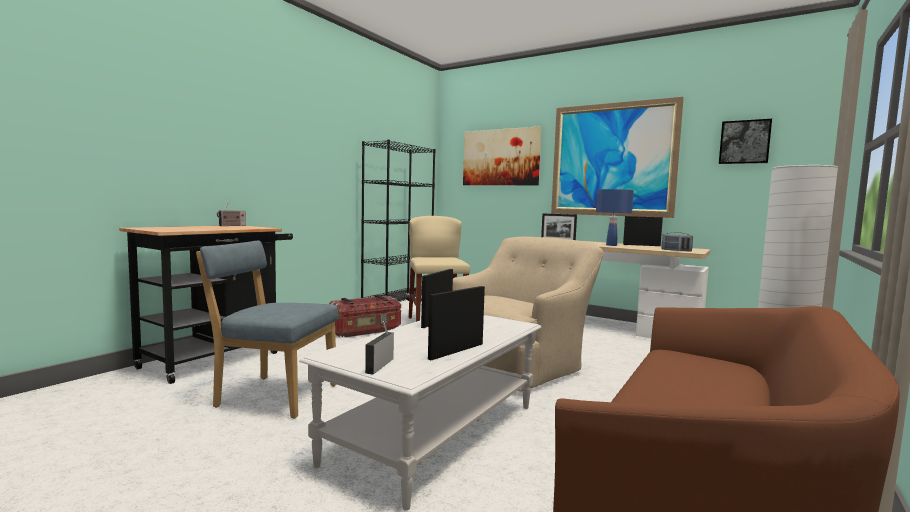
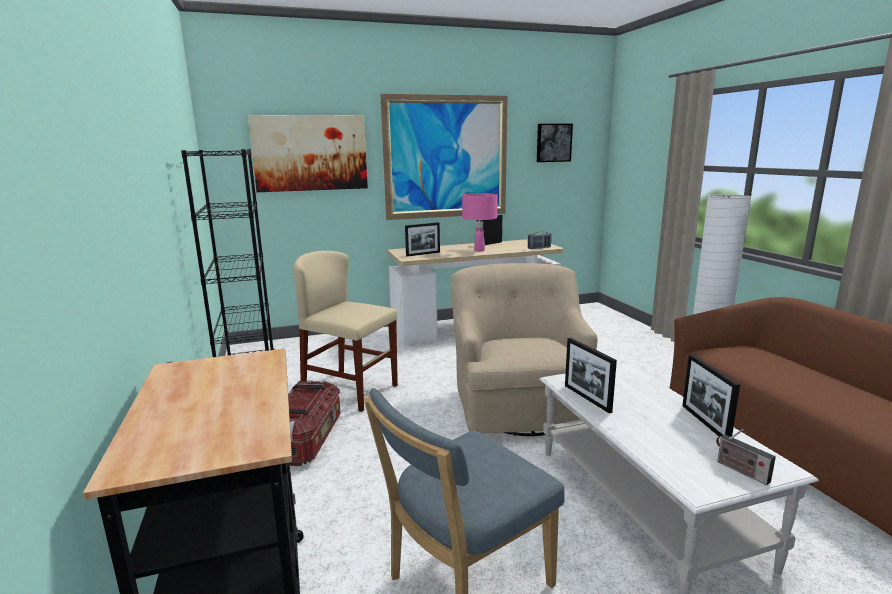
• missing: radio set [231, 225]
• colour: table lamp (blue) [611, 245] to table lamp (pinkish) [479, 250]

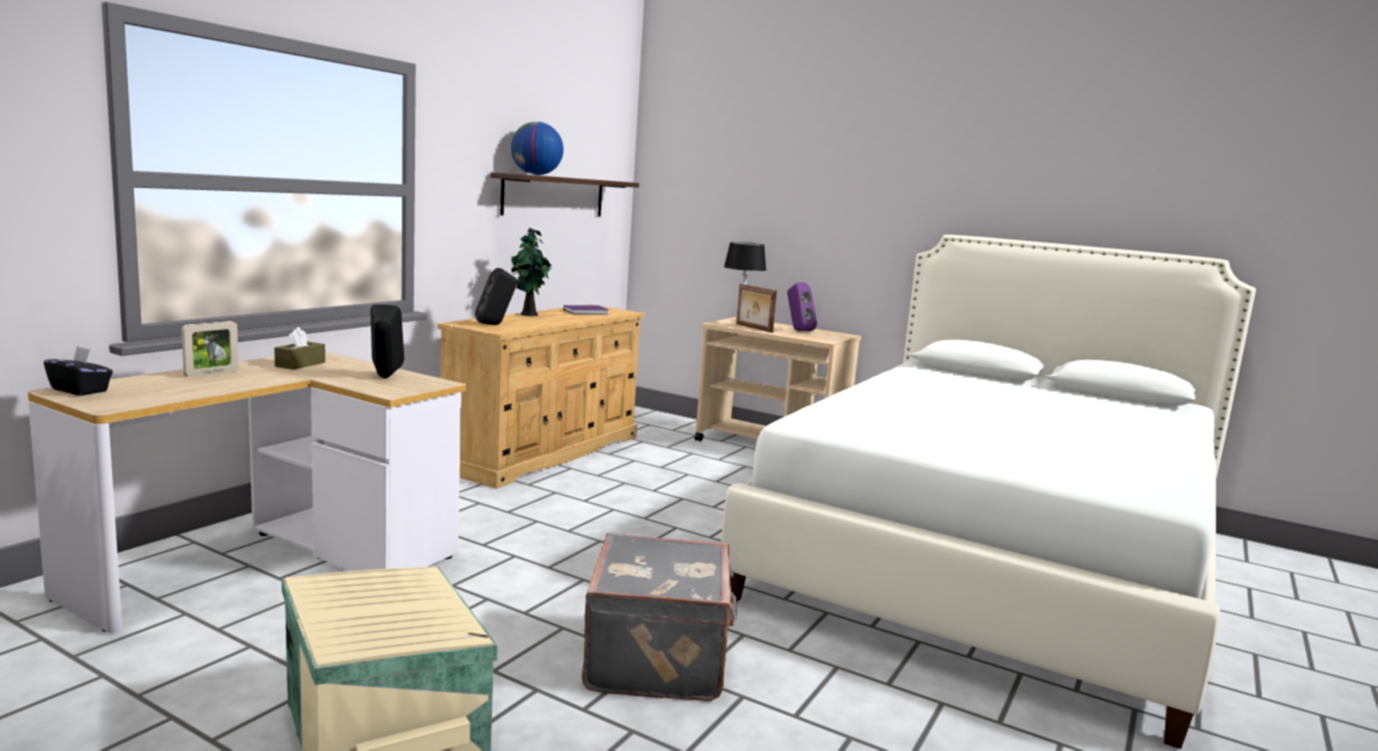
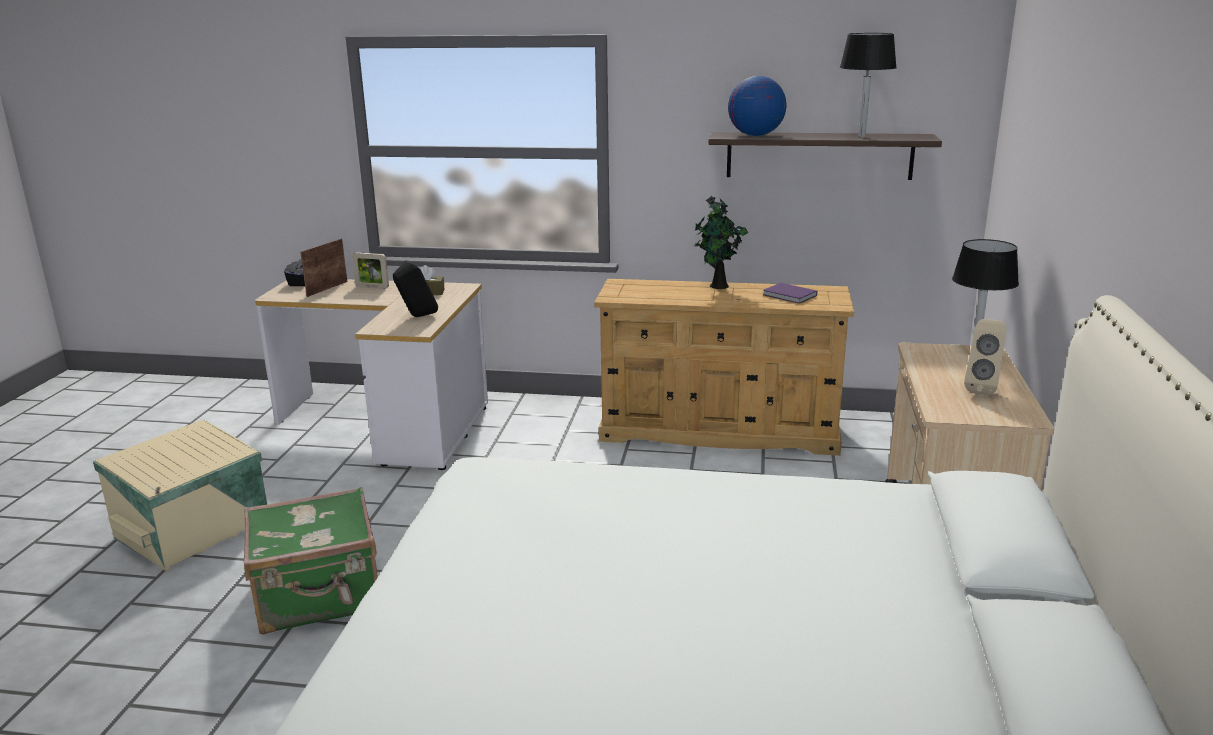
• missing: audio speaker (black) [495, 324]
• colour: suitcase (gray) [660, 659] to suitcase (greenish) [319, 596]
• relocated: picture frame [753, 328] to [326, 288]
• colour: audio speaker (purplish) [798, 330] to audio speaker (sand-coloured) [982, 389]
• appeared: table lamp (black) [862, 136]

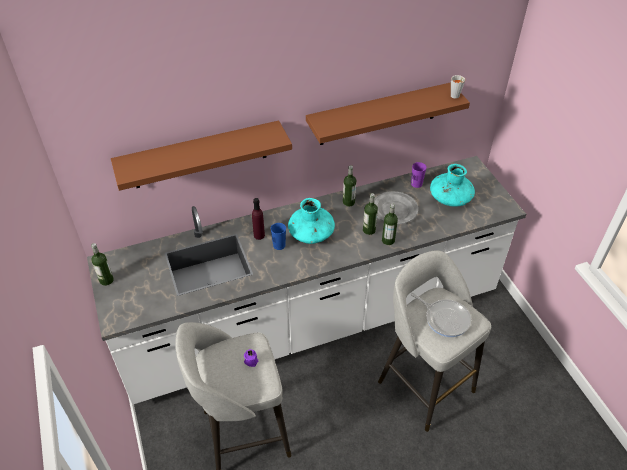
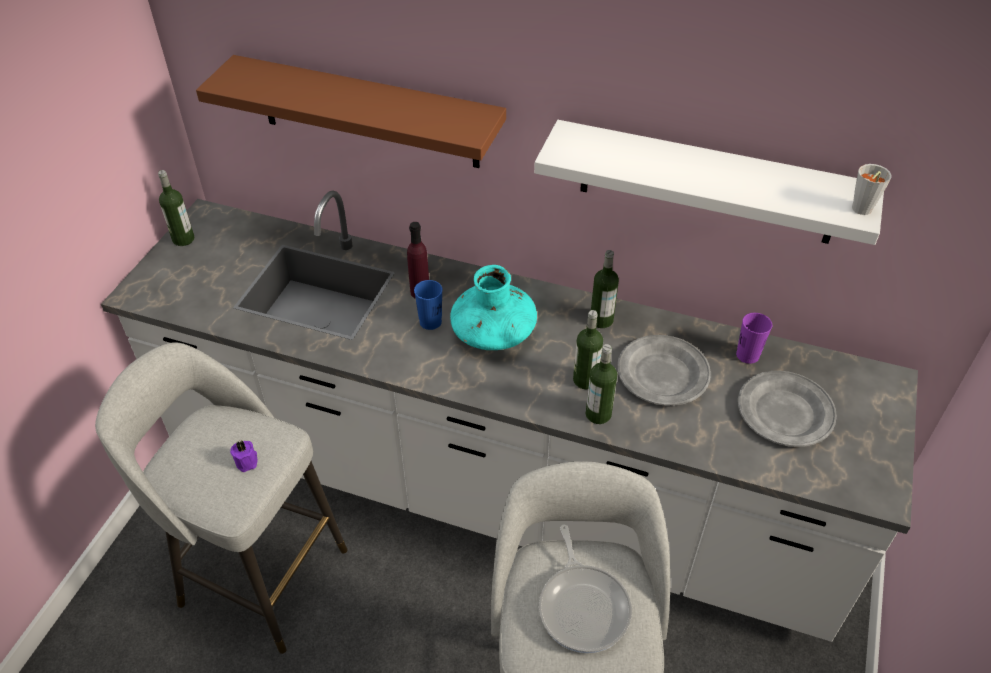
• colour: wall shelf (brown-coloured) [379, 114] to wall shelf (white) [707, 183]
• exchanged: vase (blue-green) [450, 198] to flat dish (gray) [784, 412]

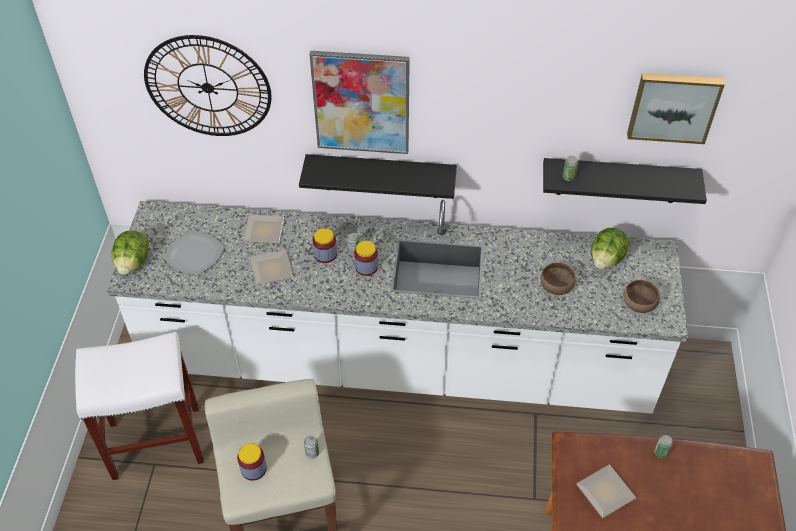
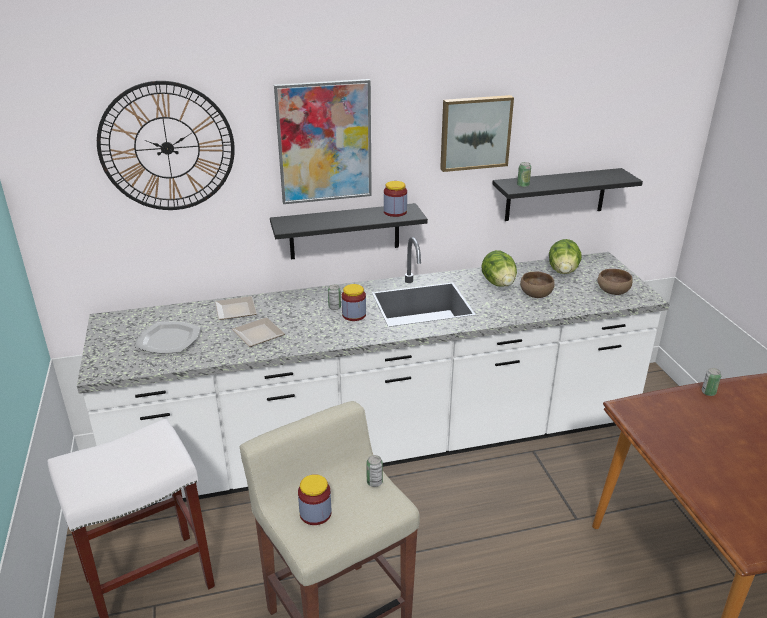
• relocated: lettuce head [133, 263] to [498, 283]
• relocated: storage jar [325, 254] to [395, 212]
• missing: flat dish [605, 494]
• relocated: wall picture [673, 106] to [474, 132]

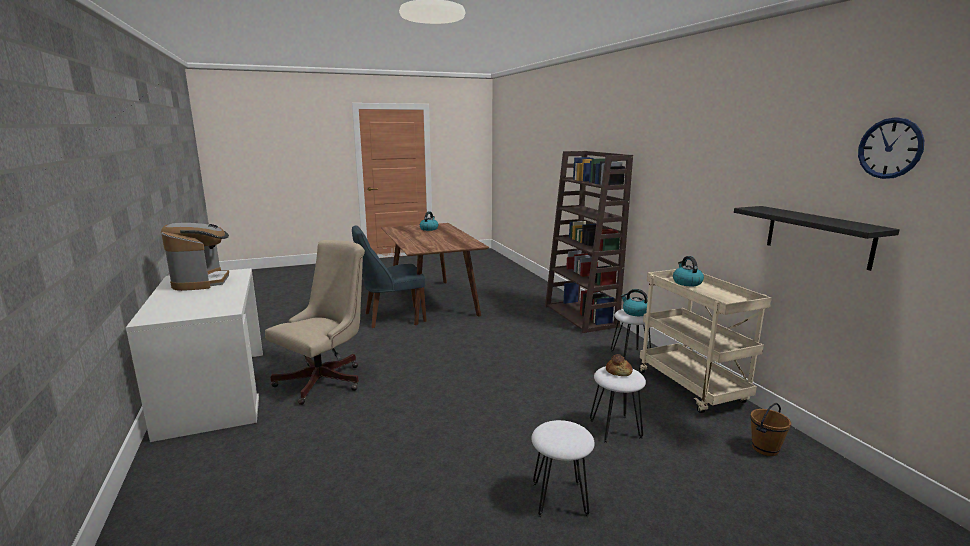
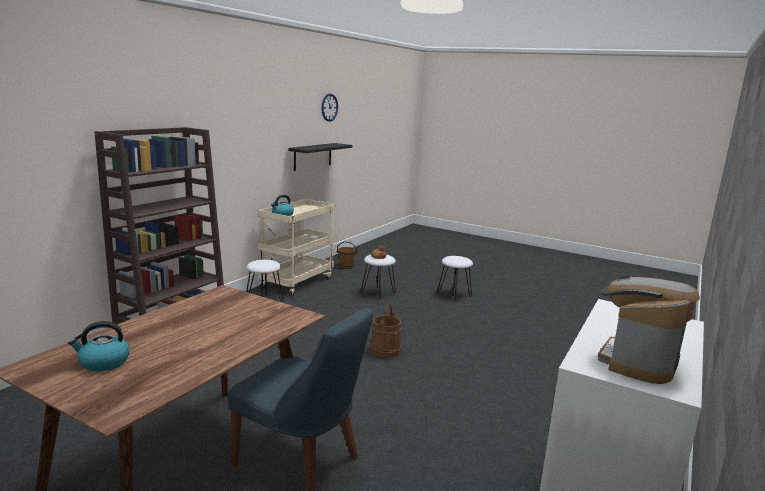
• missing: desk chair (sand-coloured) [326, 380]
• missing: water kettle [635, 312]
• appeared: bucket (brown-coloured) [385, 350]

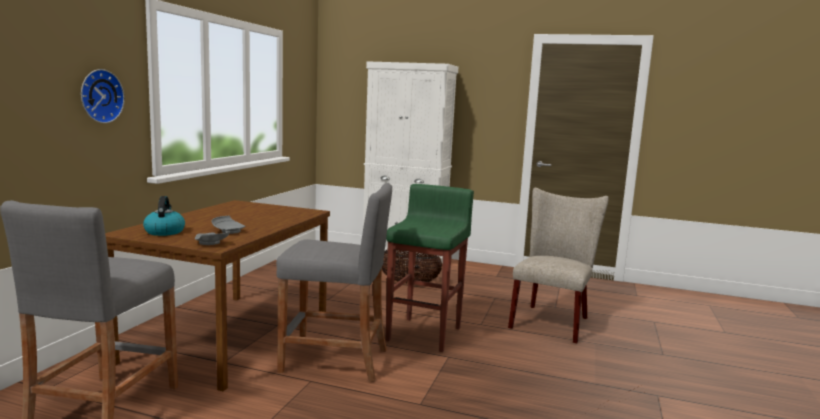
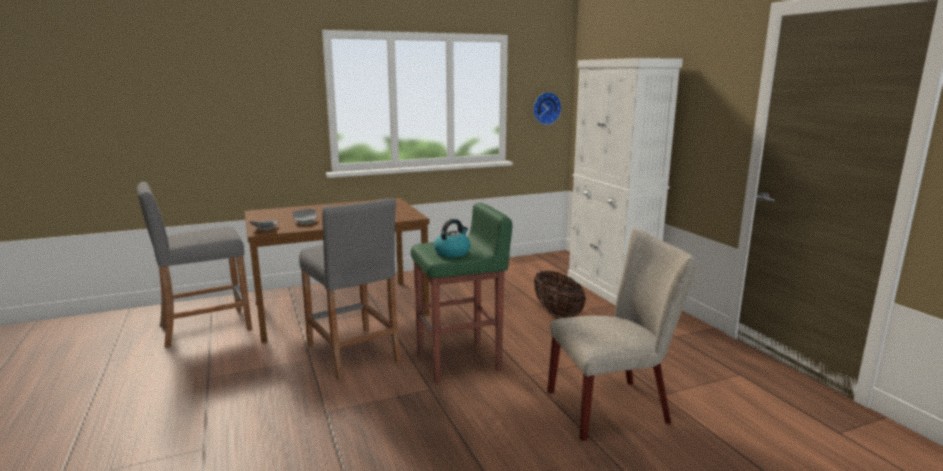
• relocated: hanging clock [99, 96] to [546, 108]
• relocated: water kettle [164, 232] to [452, 252]

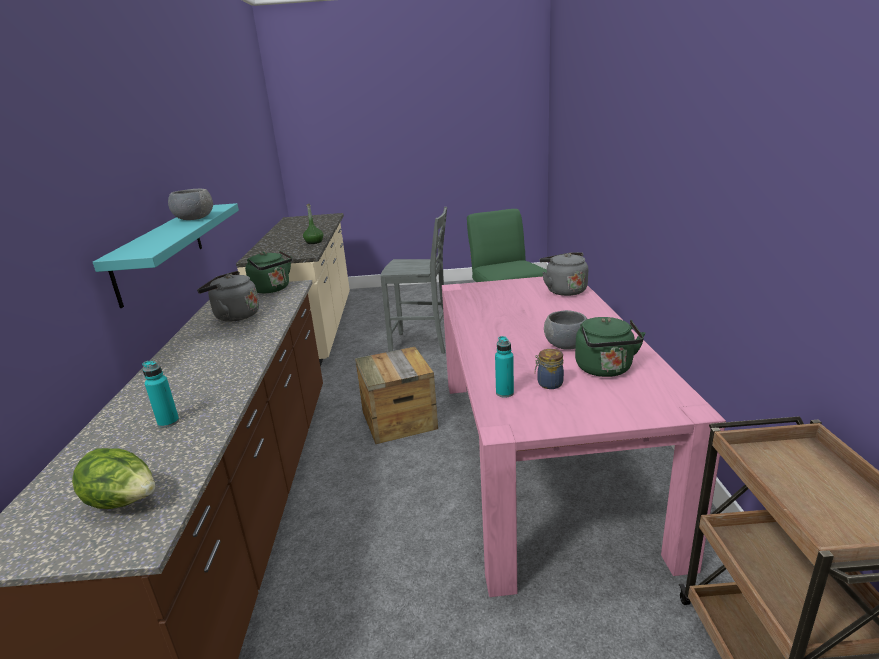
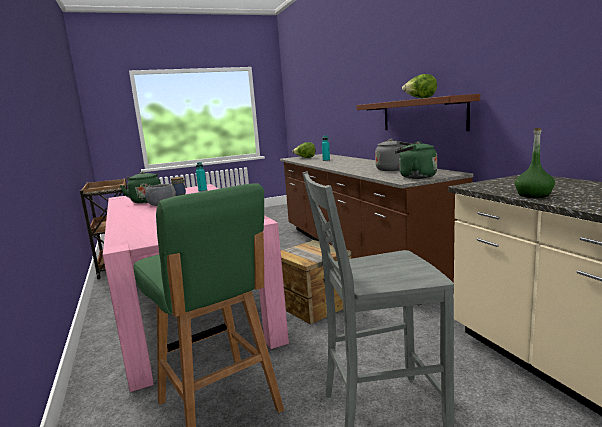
• colour: wall shelf (blue-green) [160, 251] to wall shelf (brown-coloured) [421, 115]
• exchanged: serving bowl (gray) [194, 219] to lettuce head [420, 98]
• missing: water kettle (gray) [564, 290]

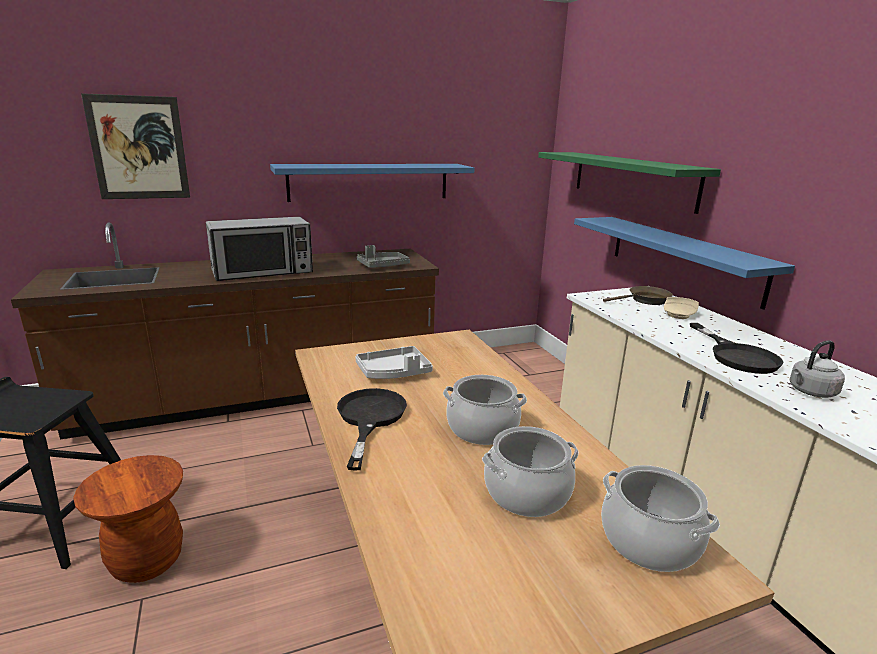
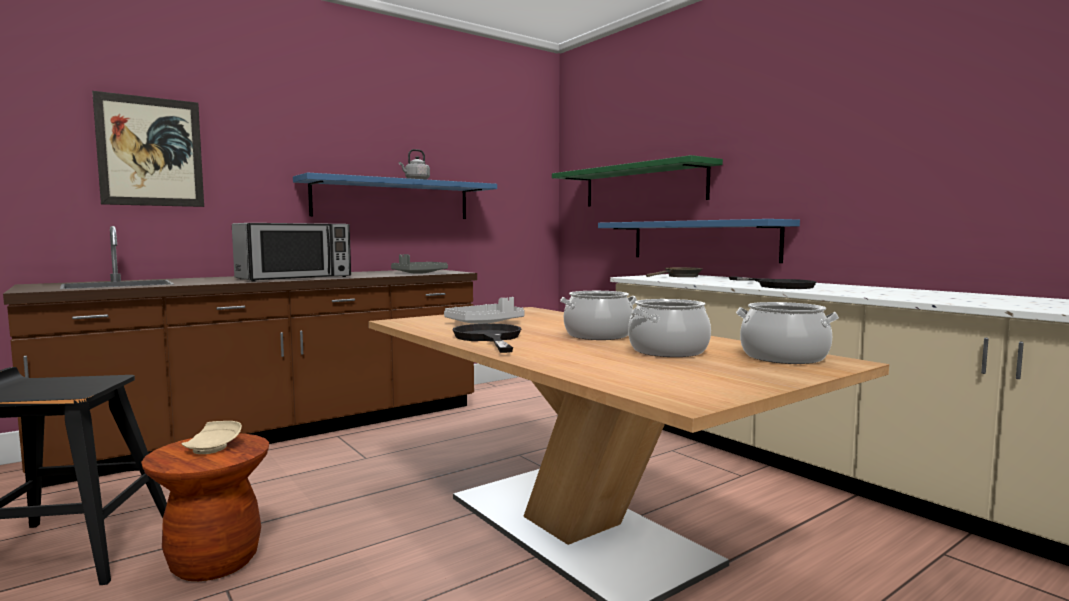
• relocated: flat dish (sand-coloured) [679, 315] to [213, 447]
• relocated: water kettle (gray) [810, 392] to [416, 180]

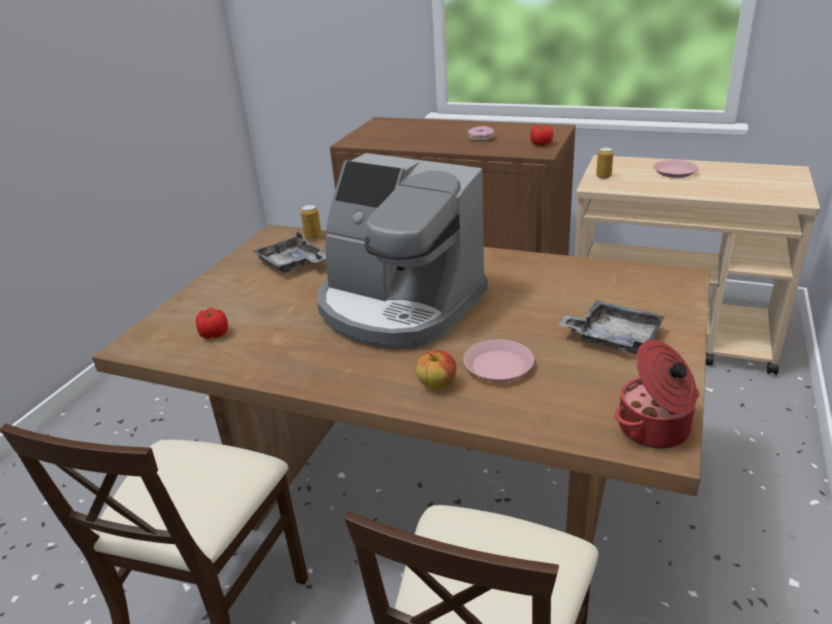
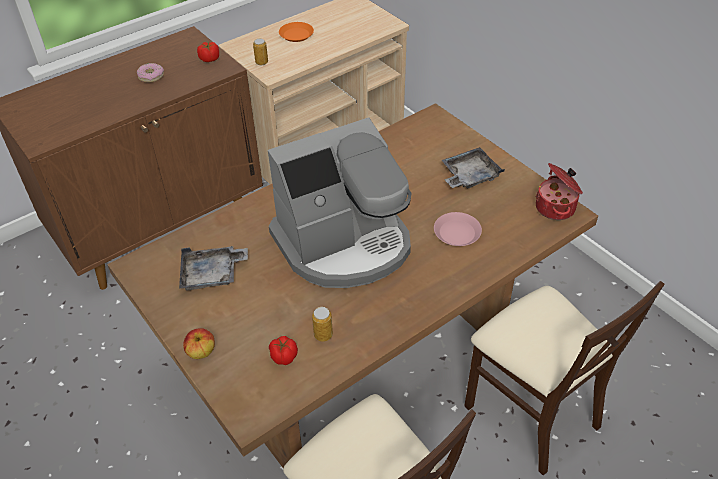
• relocated: metal can [313, 237] to [323, 335]
• relocated: apple [437, 385] to [201, 352]
• colour: flat dish (pinkish) [675, 172] to flat dish (orangey) [296, 35]

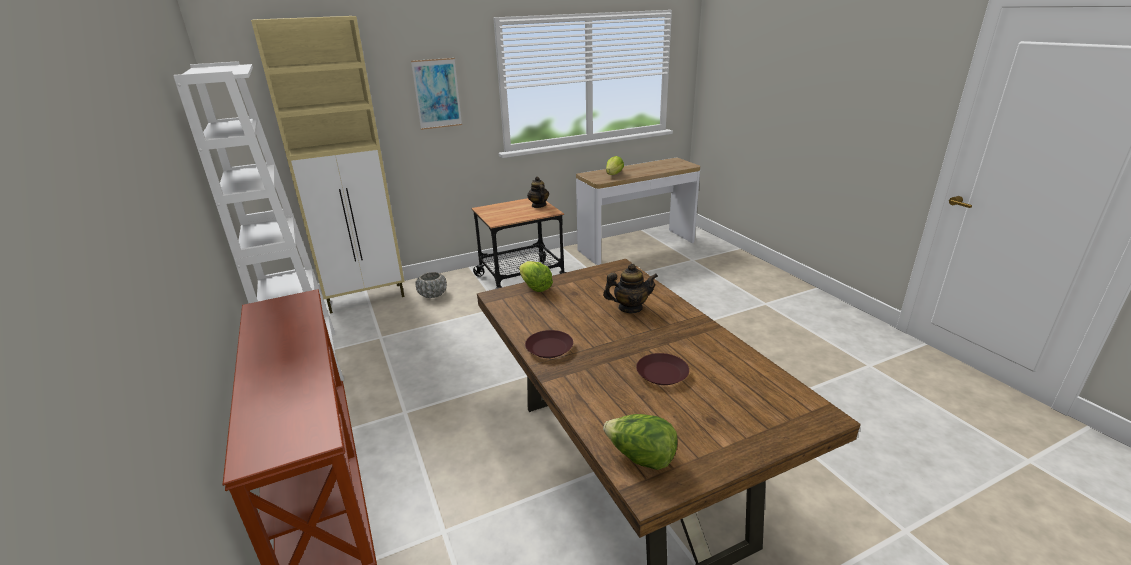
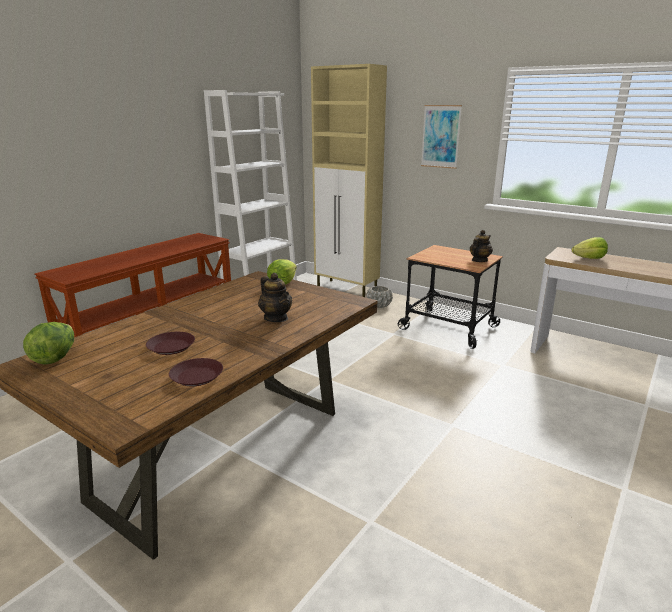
• relocated: flat dish (brown-coloured) [549, 348] to [197, 376]

